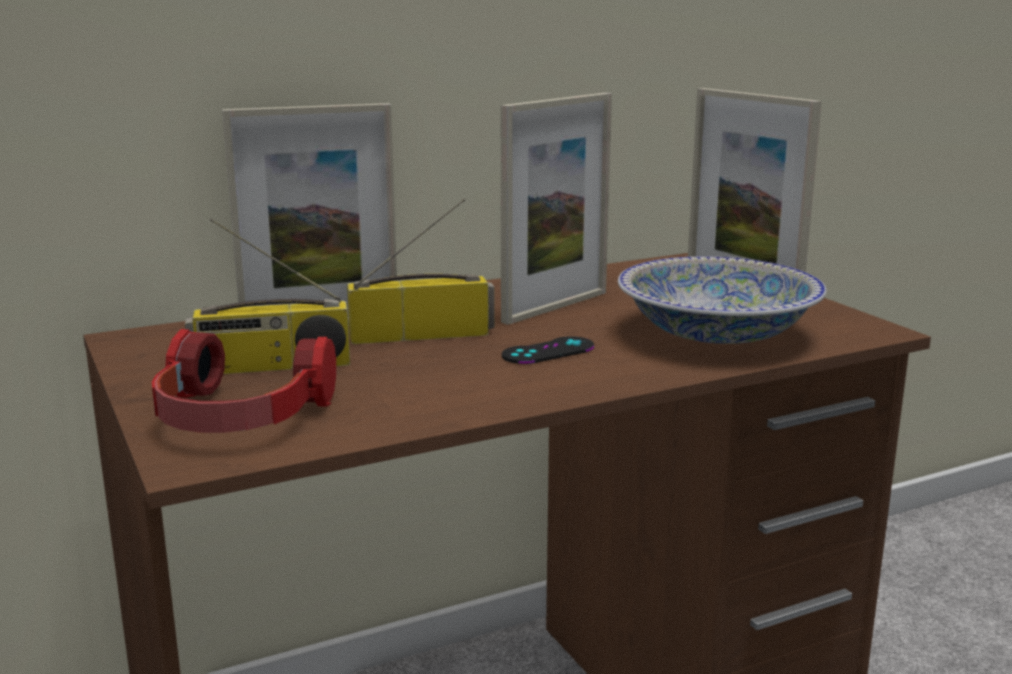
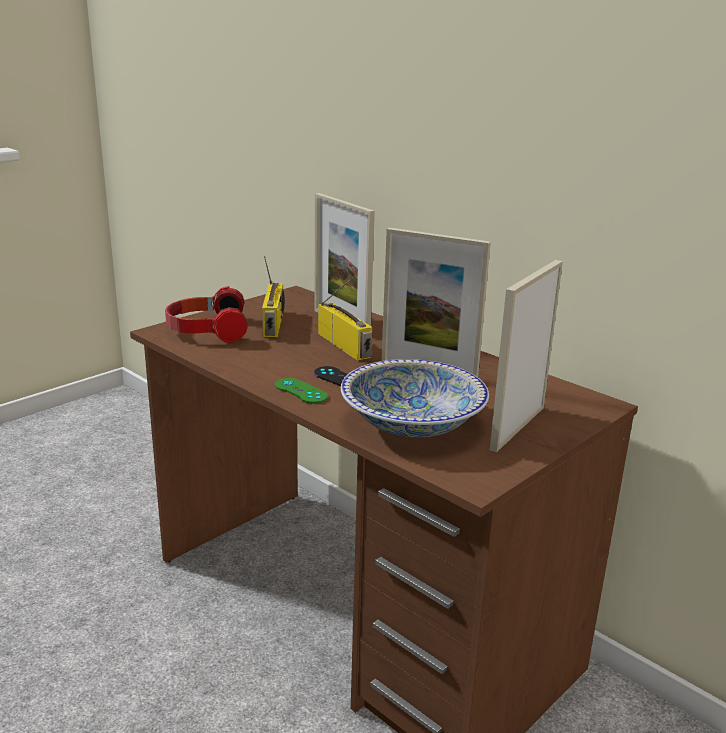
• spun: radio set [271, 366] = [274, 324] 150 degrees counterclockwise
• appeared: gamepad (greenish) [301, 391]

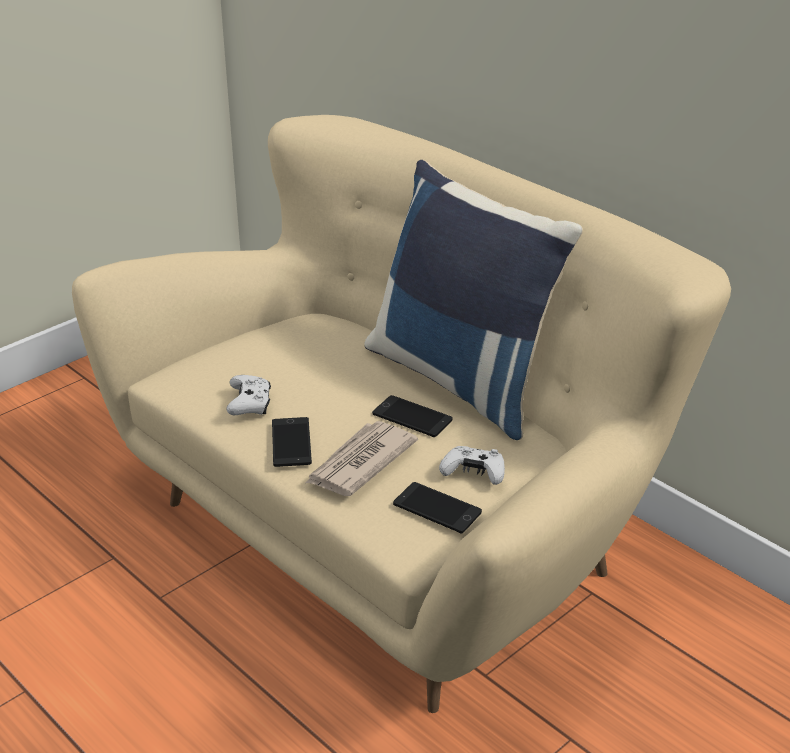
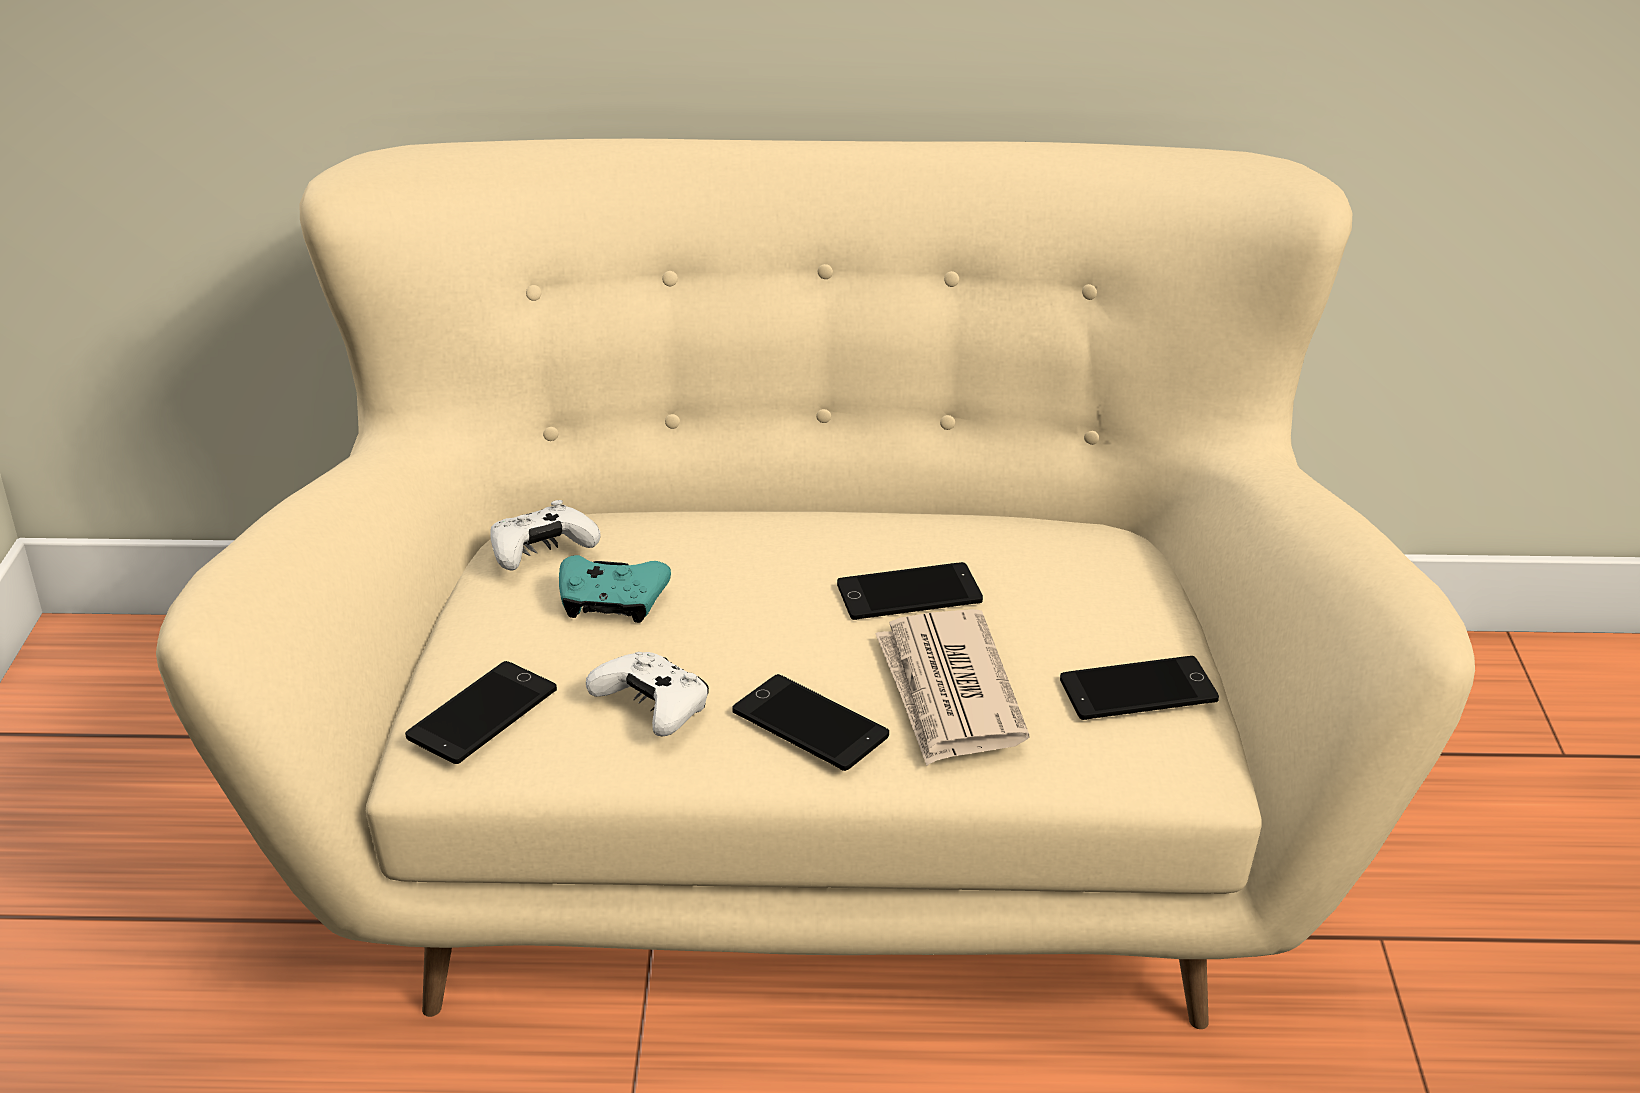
• missing: cushion (blue) [463, 379]
• relocated: gamepad (white) [474, 473] to [541, 551]
• appeared: telephone [482, 714]
• appeared: gamepad (blue-green) [611, 603]

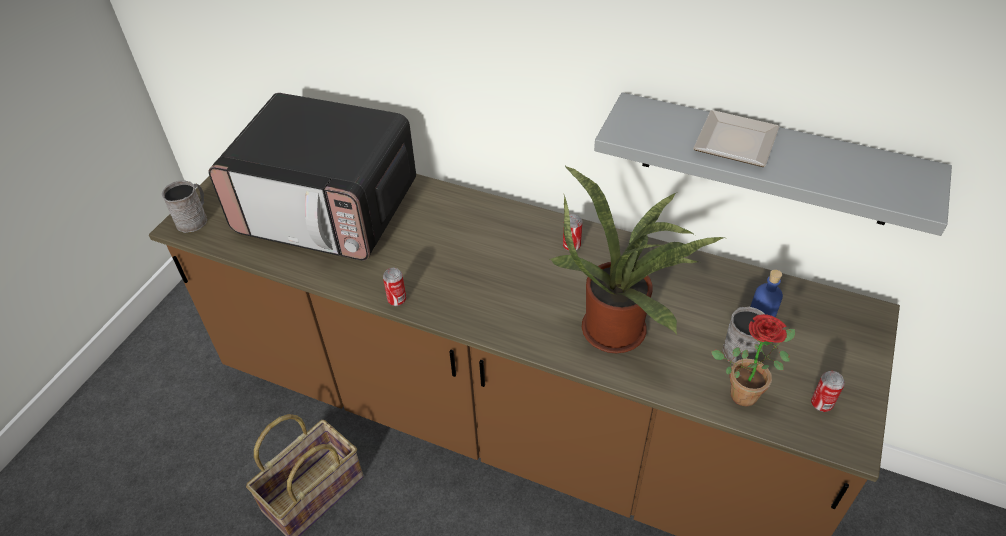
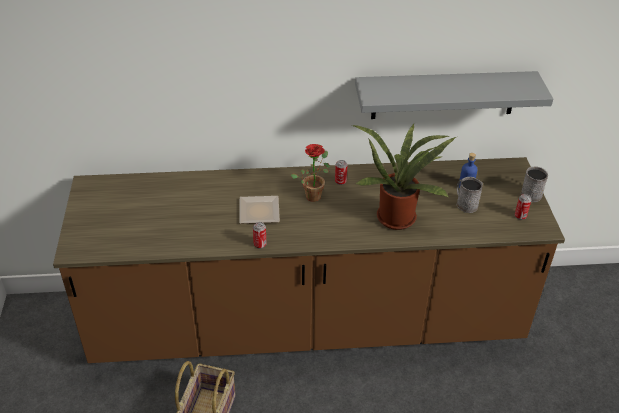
• relocated: mug (gray) [194, 218] to [530, 193]
• missing: microwave oven [329, 210]
• relocated: flat dish [732, 143] to [258, 213]
• relocated: potted plant [746, 391] to [314, 194]

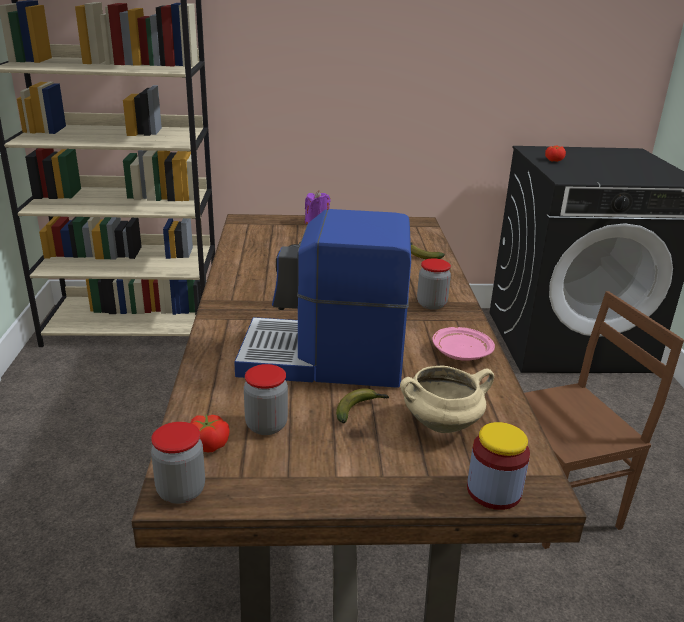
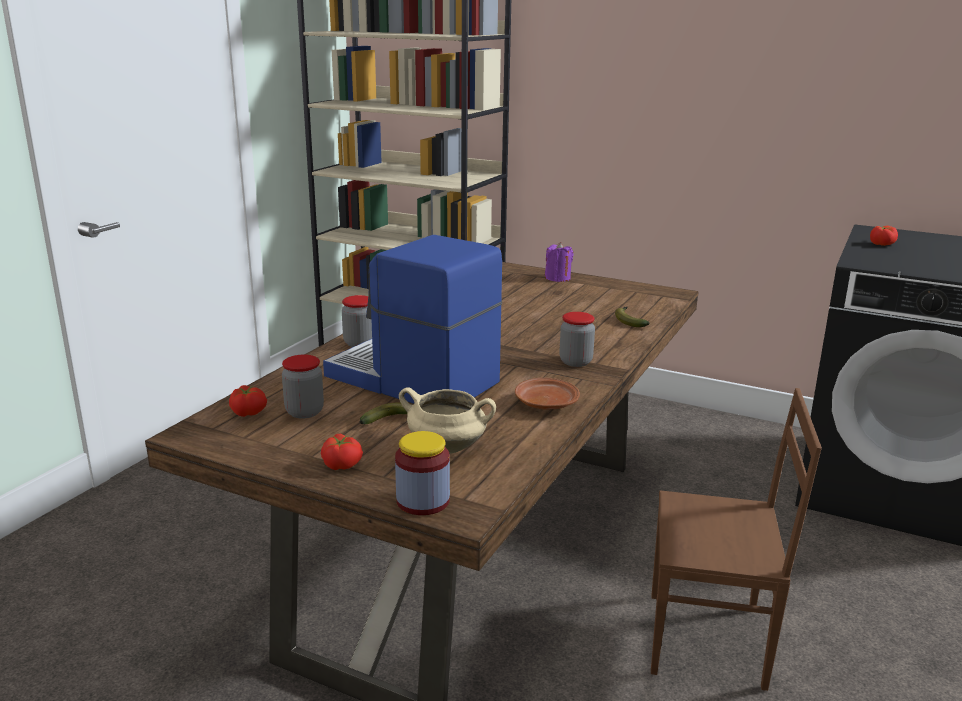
• relocated: storage jar [181, 491] to [359, 343]
• colour: flat dish (pinkish) [460, 353] to flat dish (brown-coloured) [546, 403]
• appeared: fresh tomato [342, 464]

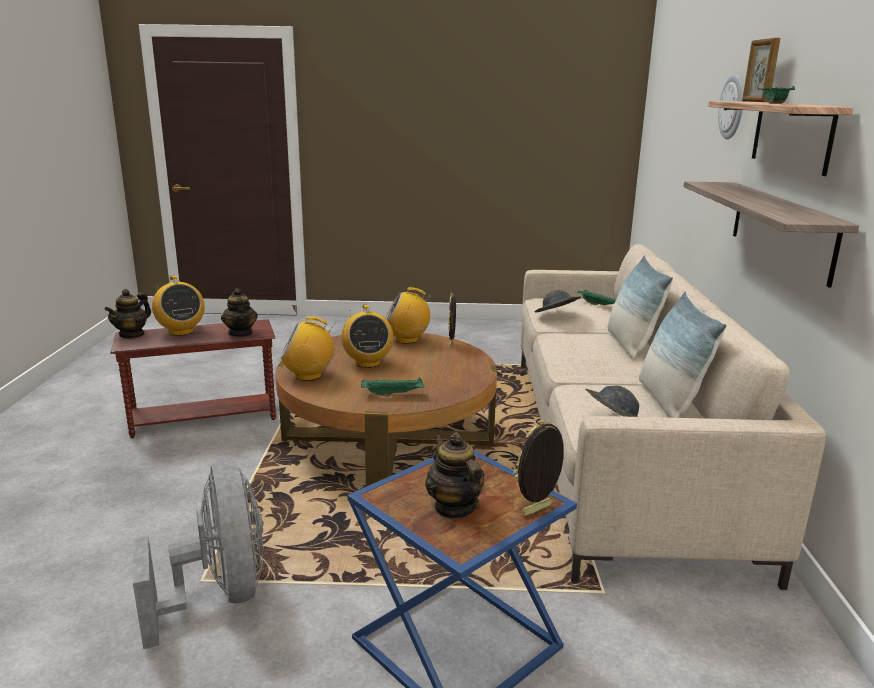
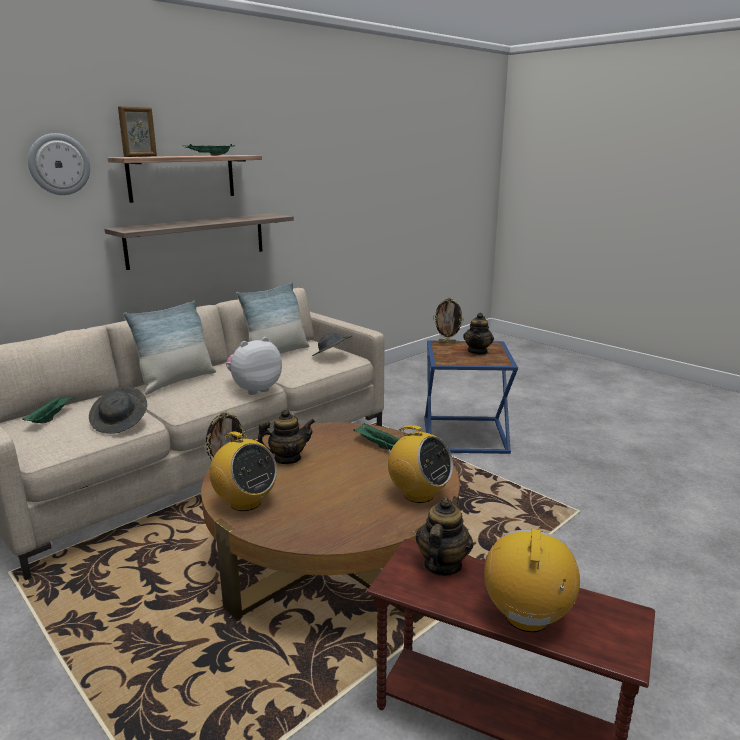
• relocated: pot for tea [132, 334] to [287, 459]
• missing: cooling fan (gray) [219, 595]
• missing: radio set [367, 363]
• appeared: soft toy [254, 389]

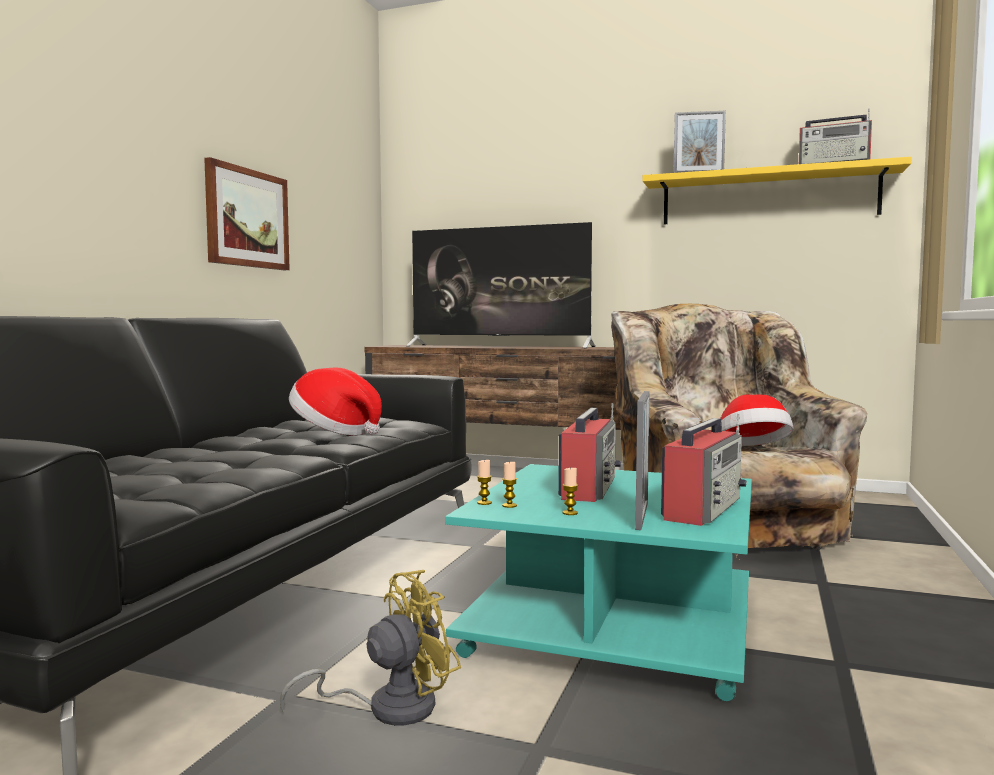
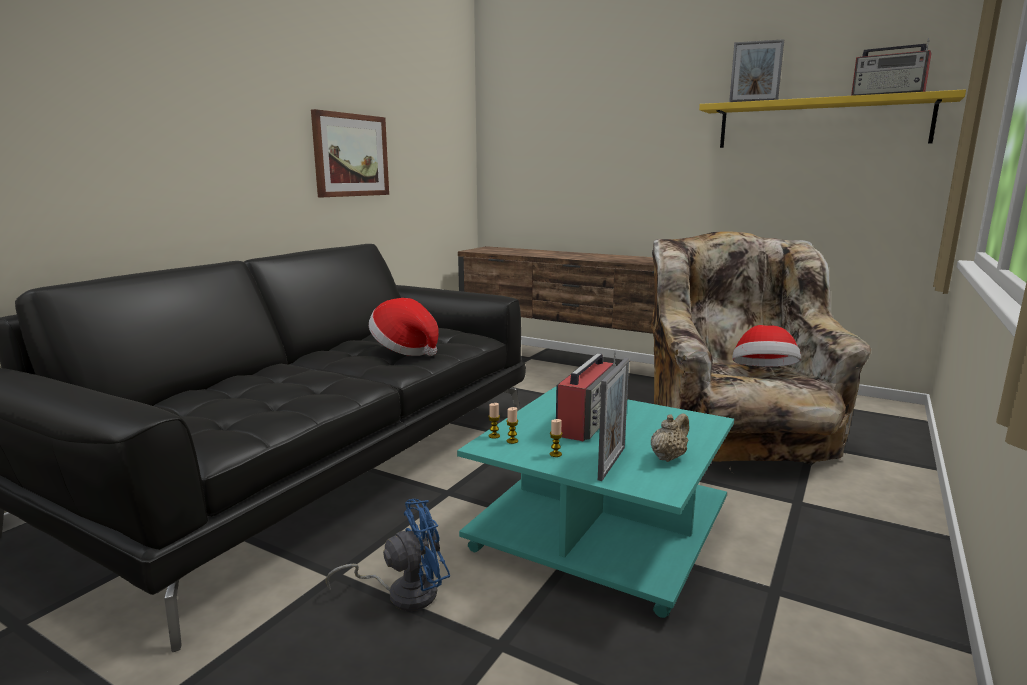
• colour: cooling fan (yellow) [388, 707] to cooling fan (blue) [403, 593]
• missing: TV set [500, 346]
• exchanged: radio set [703, 508] to pot for tea (sand-coloured) [668, 457]

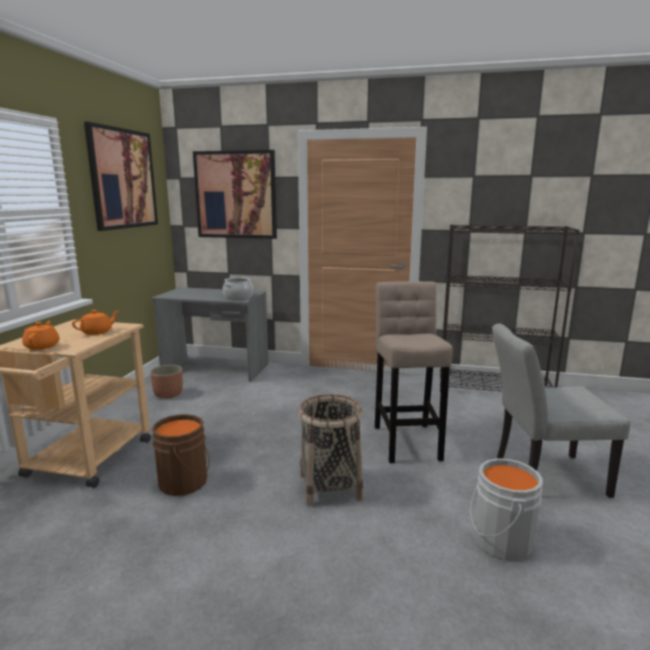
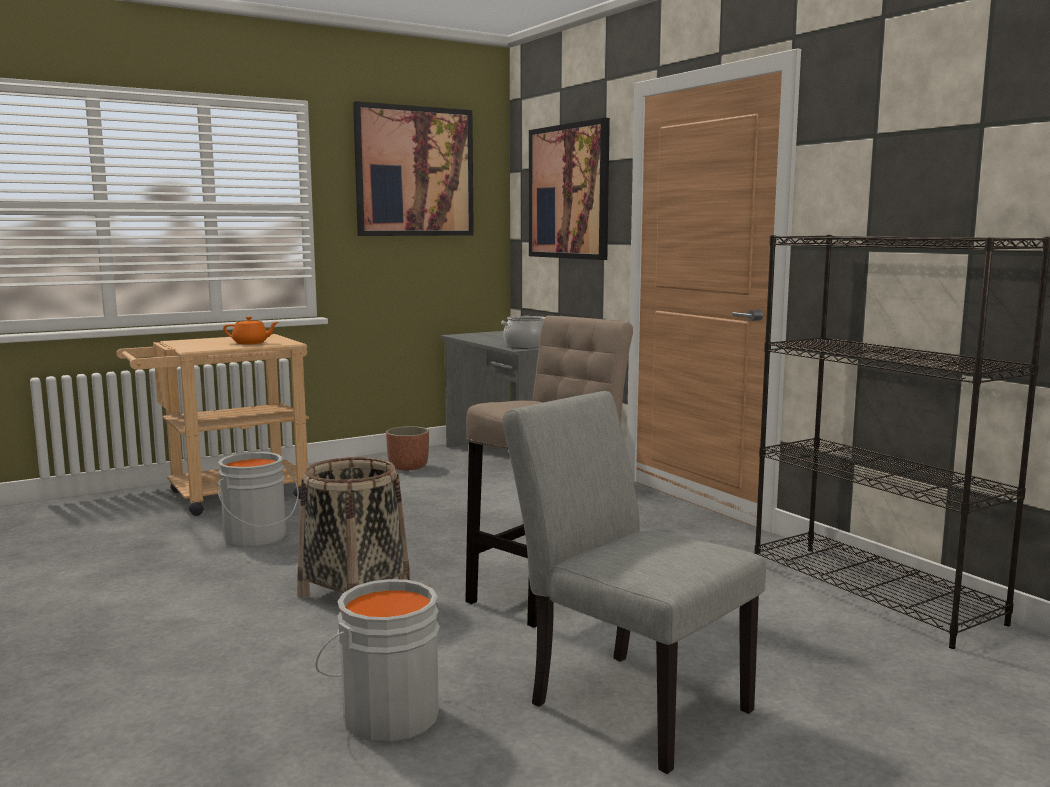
• missing: pot for tea (orangey) [42, 346]
• colour: bucket (brown-coloured) [186, 482] to bucket (gray) [257, 538]

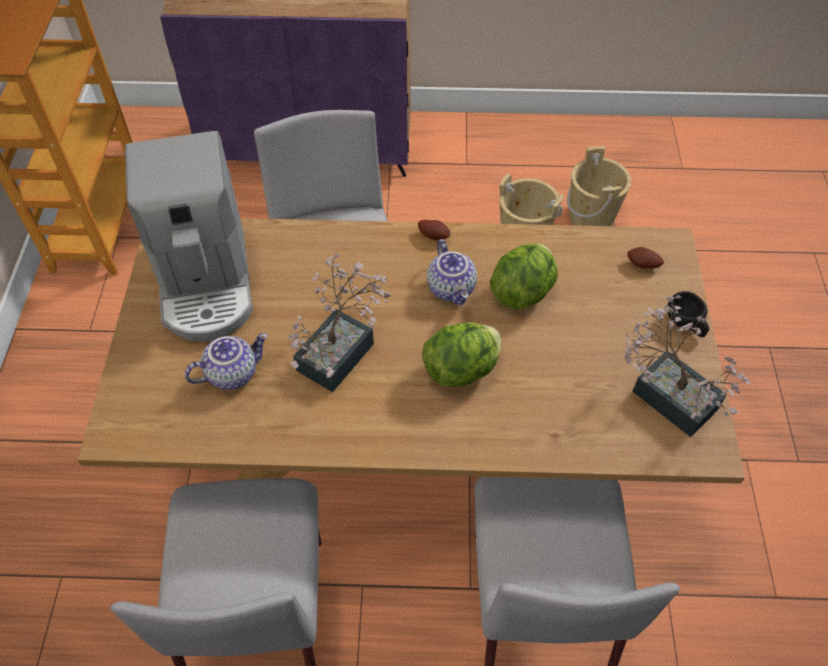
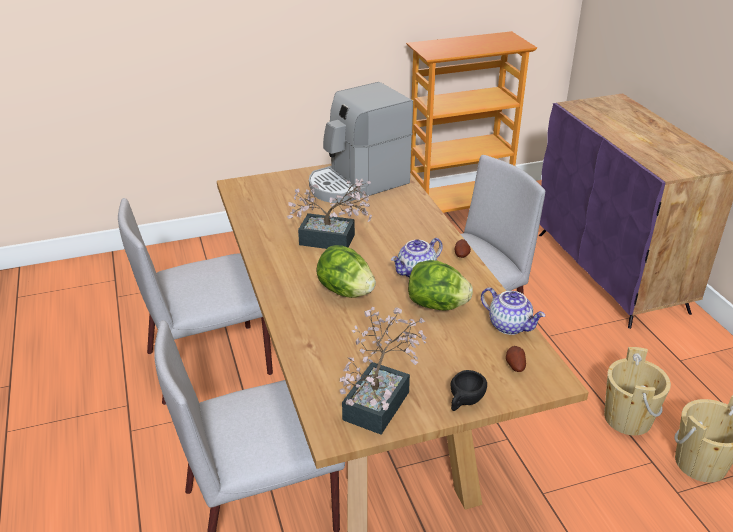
• relocated: pot for tea [232, 372] to [510, 325]

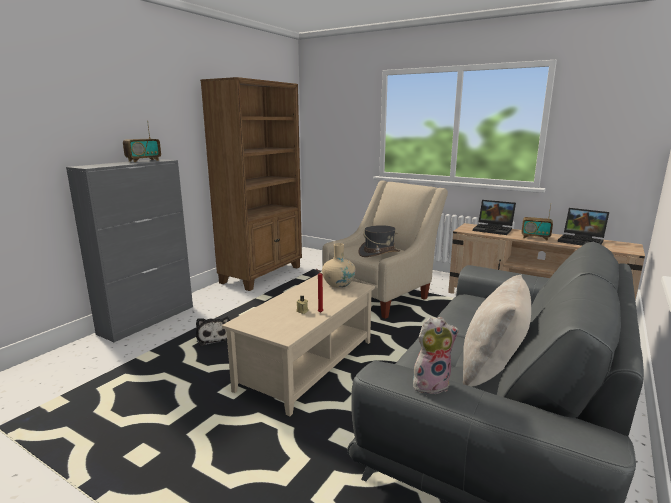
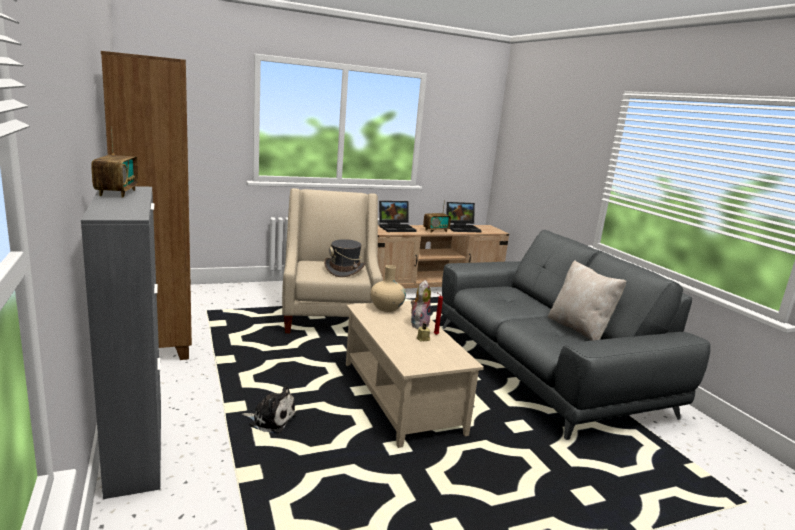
• relocated: soft toy [431, 384] to [419, 324]

